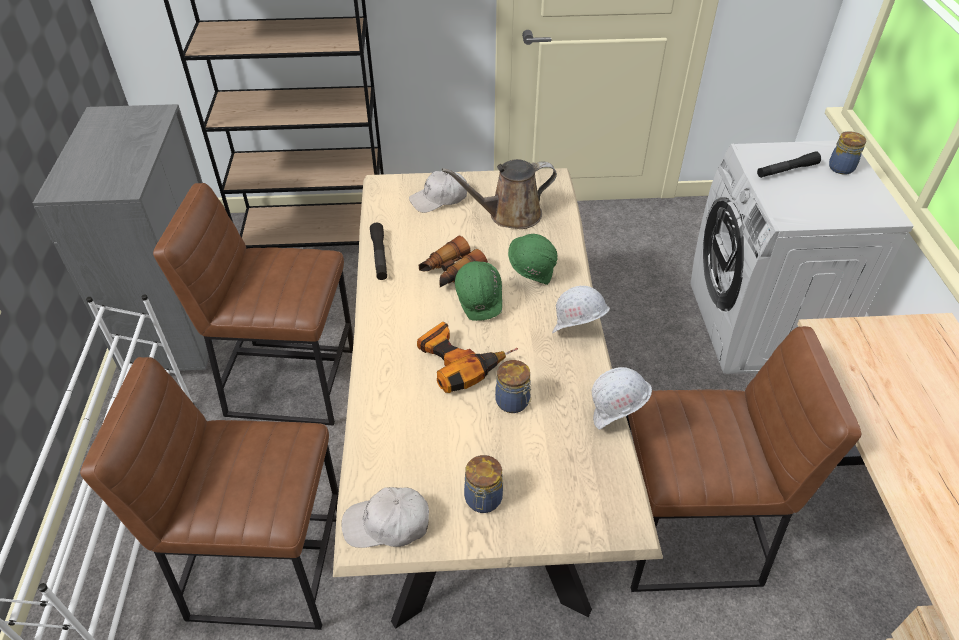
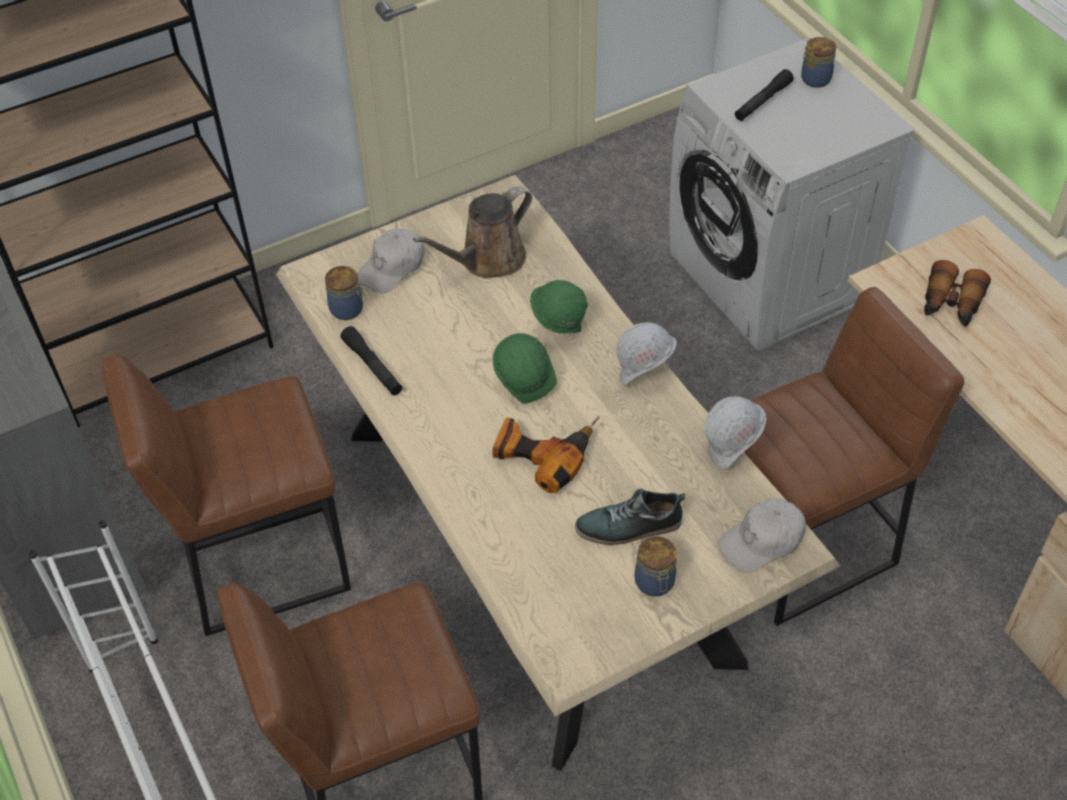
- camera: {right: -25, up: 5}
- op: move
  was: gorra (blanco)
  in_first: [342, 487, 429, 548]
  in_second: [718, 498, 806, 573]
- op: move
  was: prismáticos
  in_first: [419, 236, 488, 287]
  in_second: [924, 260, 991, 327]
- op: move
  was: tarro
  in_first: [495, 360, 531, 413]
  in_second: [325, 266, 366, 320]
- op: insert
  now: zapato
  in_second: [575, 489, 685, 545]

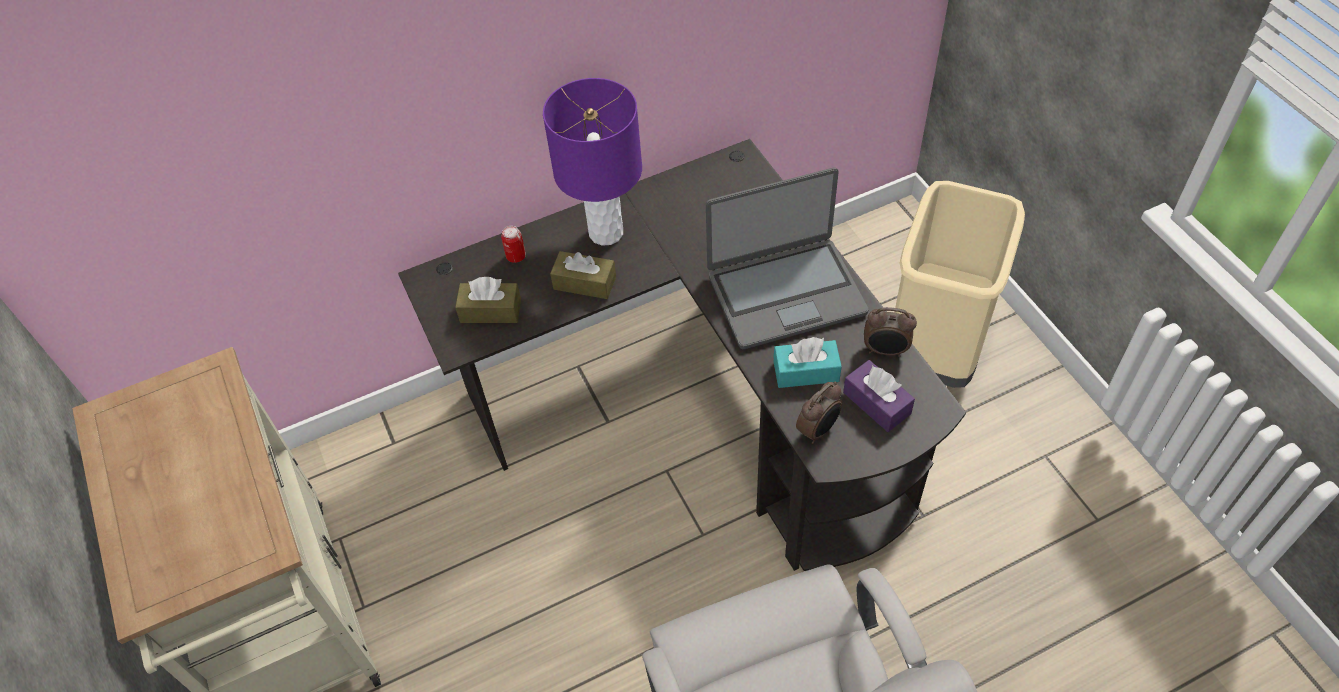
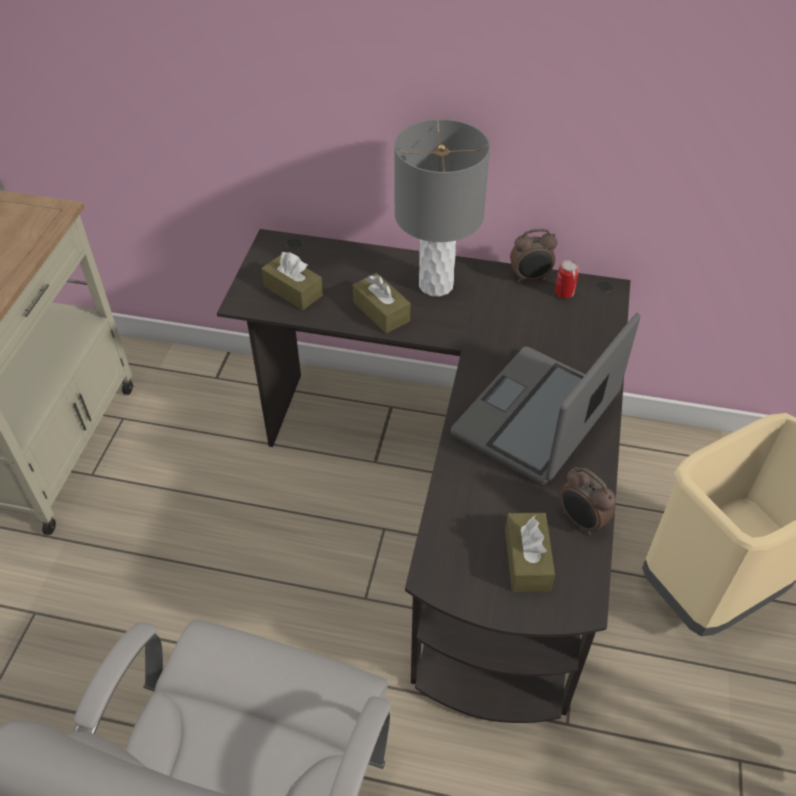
- camera: {right: 35, up: -5}
- op: move
  was: lata
  in_first: [501, 226, 526, 263]
  in_second: [555, 260, 579, 298]
- op: recolor
  was: lámpara de mesa (morado)
  now: lámpara de mesa (gris)
  in_first: [543, 78, 642, 246]
  in_second: [394, 119, 490, 297]
- op: rotate
  was: portátil
  in_first: [706, 168, 869, 349]
  in_second: [451, 313, 640, 485]
  clockwise: 105
- op: delete
  was: caja de pañuelos (turquesa)
  in_first: [774, 337, 842, 388]
- op: move
  was: despertador
  in_first: [796, 381, 842, 444]
  in_second: [510, 229, 557, 282]
- op: recolor
  was: caja de pañuelos (morado)
  now: caja de pañuelos (marrón)
  in_first: [843, 360, 915, 432]
  in_second: [505, 513, 555, 592]

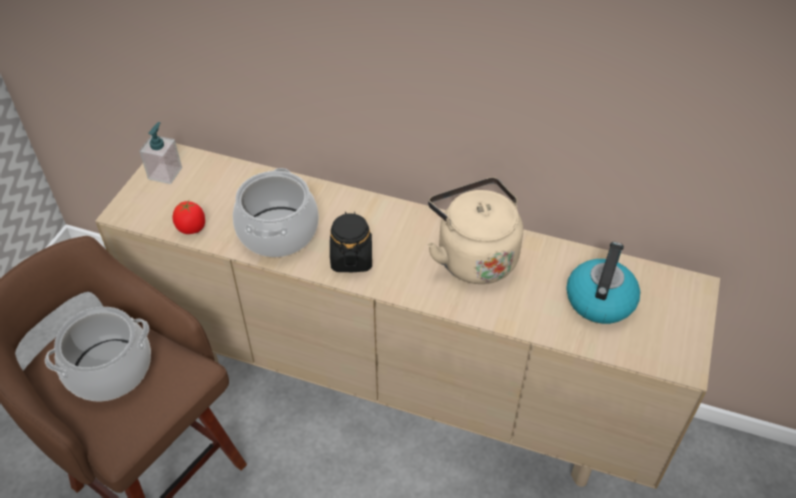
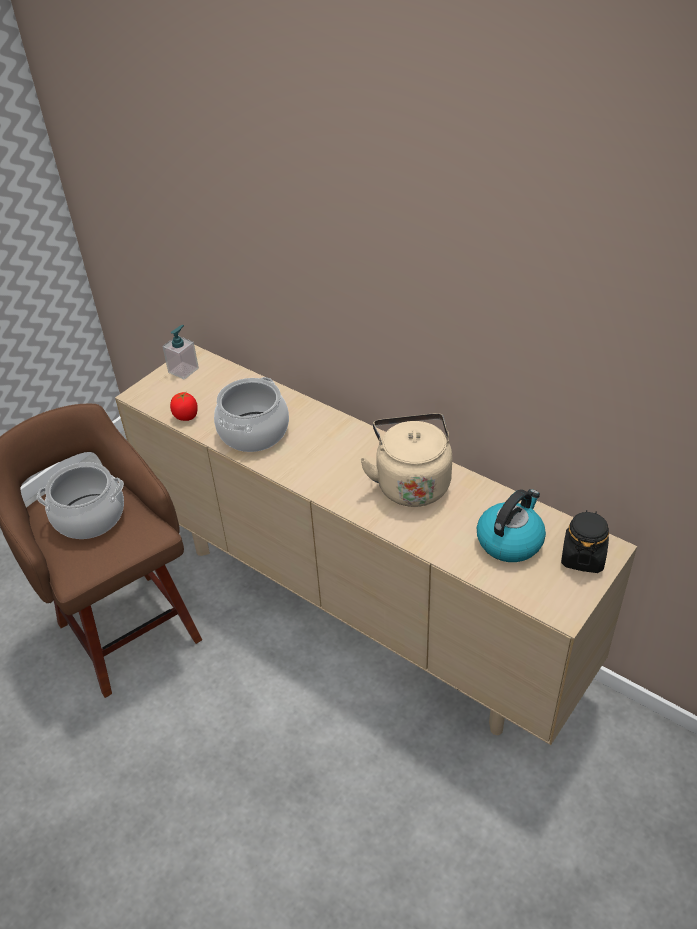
- camera: {right: 20, up: -5}
- op: move
  was: tarro (negro)
  in_first: [330, 212, 372, 272]
  in_second: [561, 510, 609, 573]

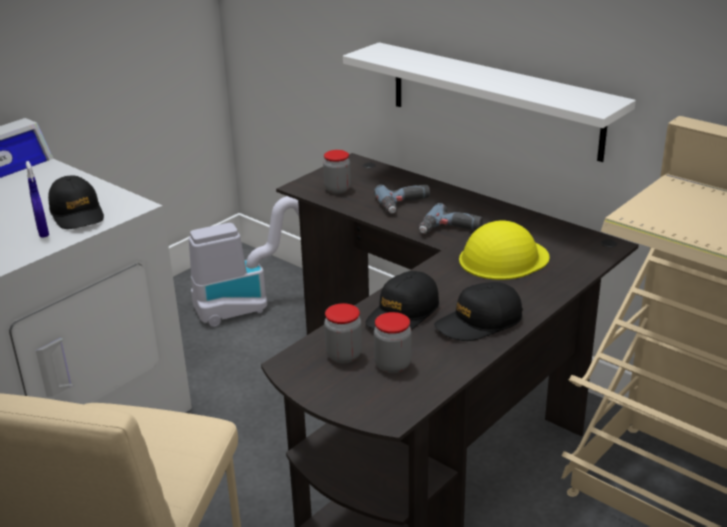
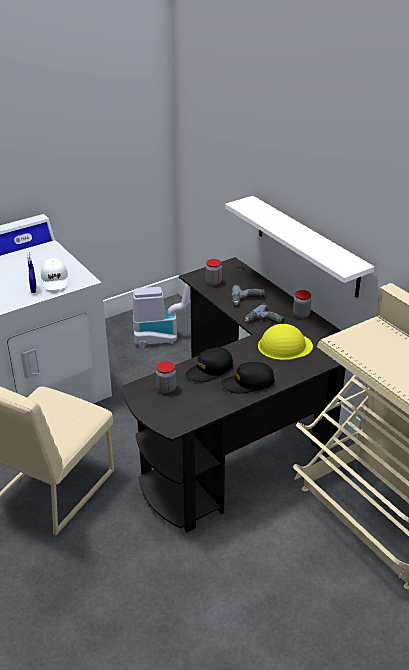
- camera: {right: 15, up: 5}
- op: recolor
  was: gorra (negro)
  now: gorra (blanco)
  in_first: [48, 175, 104, 229]
  in_second: [41, 258, 68, 290]
- op: move
  was: tarro
  in_first: [374, 312, 411, 373]
  in_second: [293, 290, 312, 319]

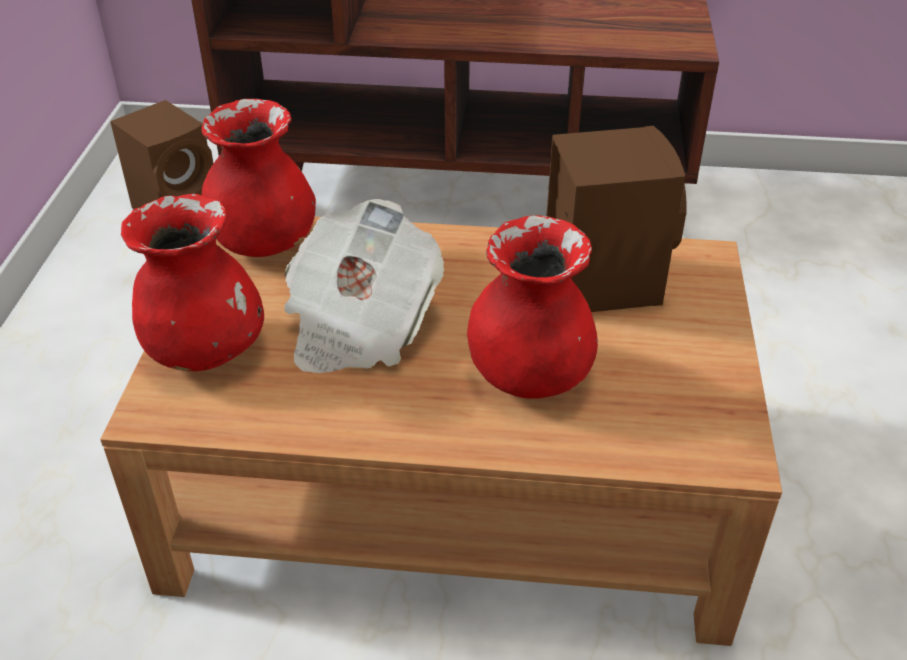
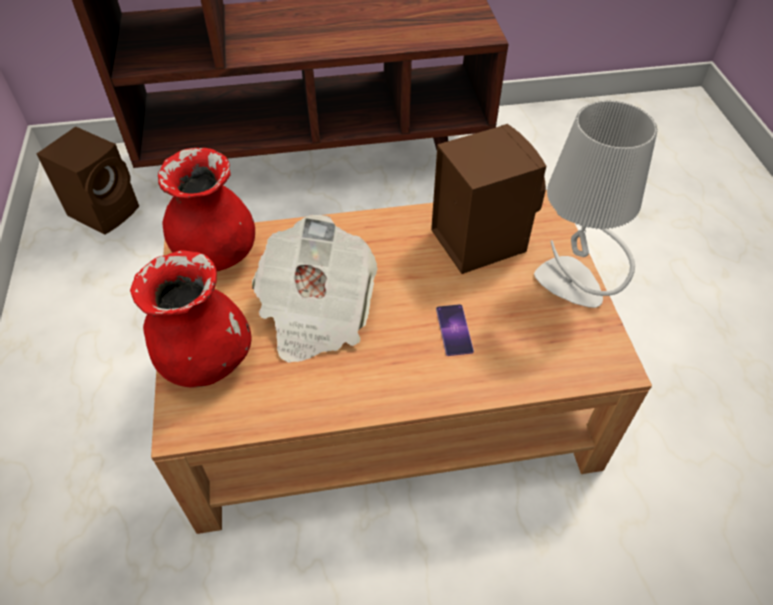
- camera: {right: -15, up: 10}
- op: replace
  was: florero (rojo)
  now: móvil
  in_first: [467, 215, 598, 399]
  in_second: [436, 304, 474, 356]
- op: insert
  now: lámpara de mesa (gris)
  in_second: [534, 100, 657, 308]

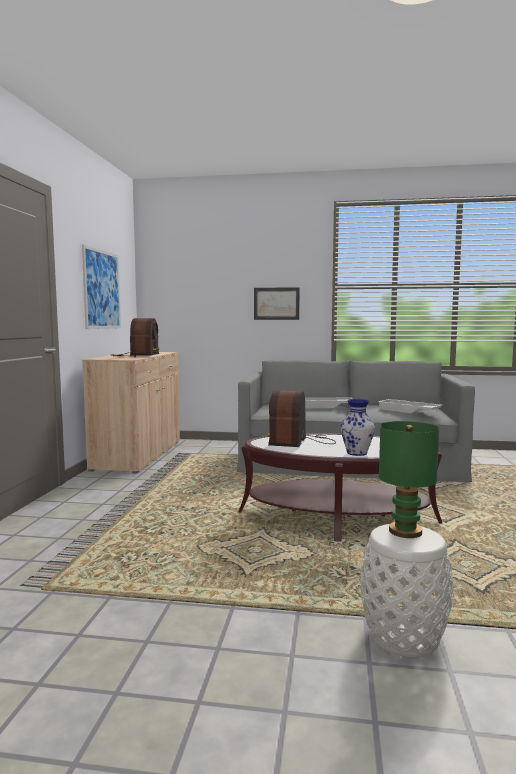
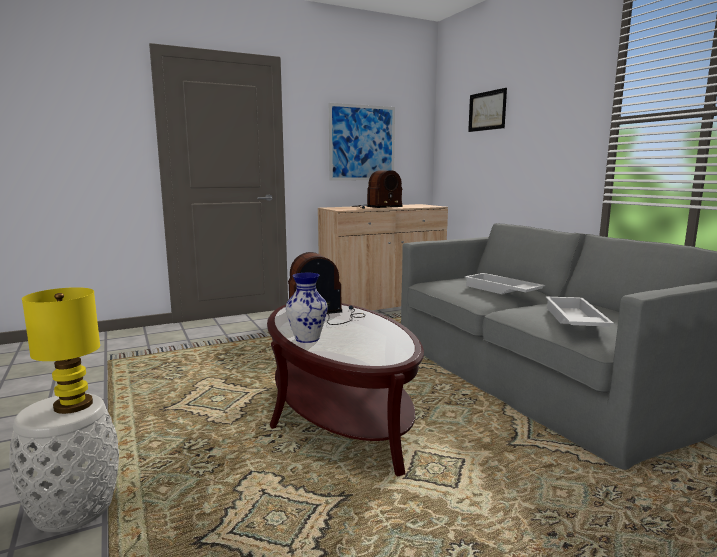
- camera: {right: 55, up: 5}
- op: move
  was: cuadro
  in_first: [254, 287, 300, 320]
  in_second: [468, 88, 507, 132]
- op: recolor
  was: lámpara de mesa (verde)
  now: lámpara de mesa (amarillo)
  in_first: [379, 421, 439, 538]
  in_second: [22, 287, 100, 414]

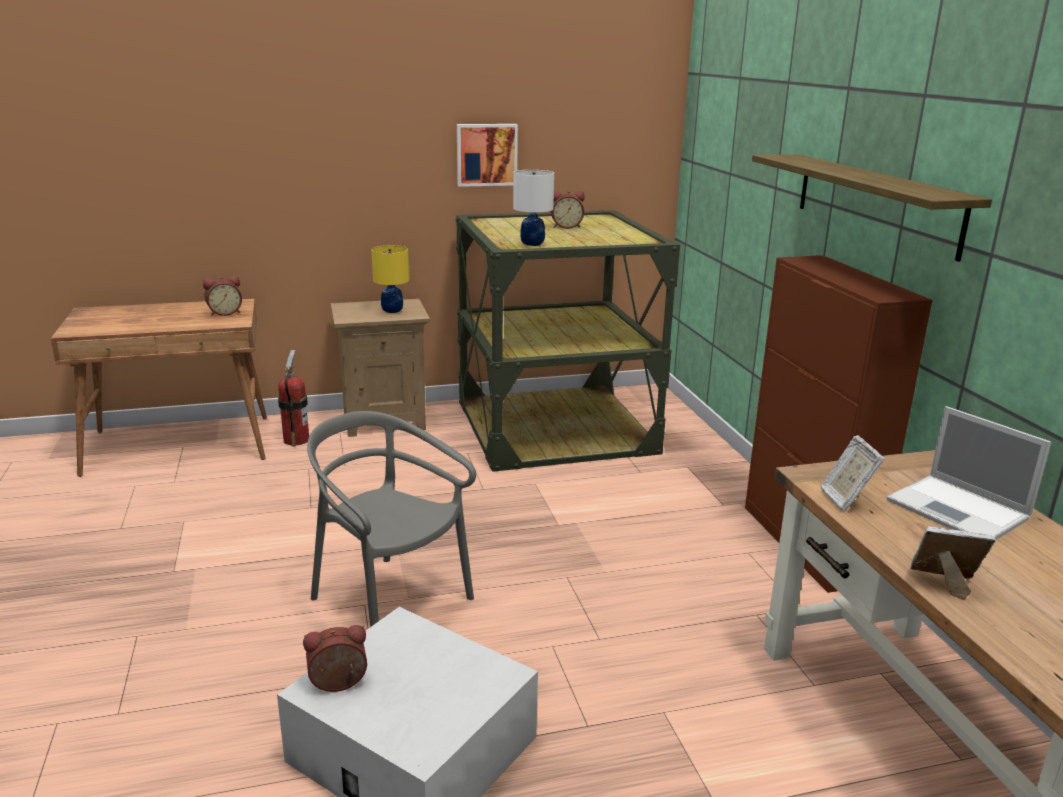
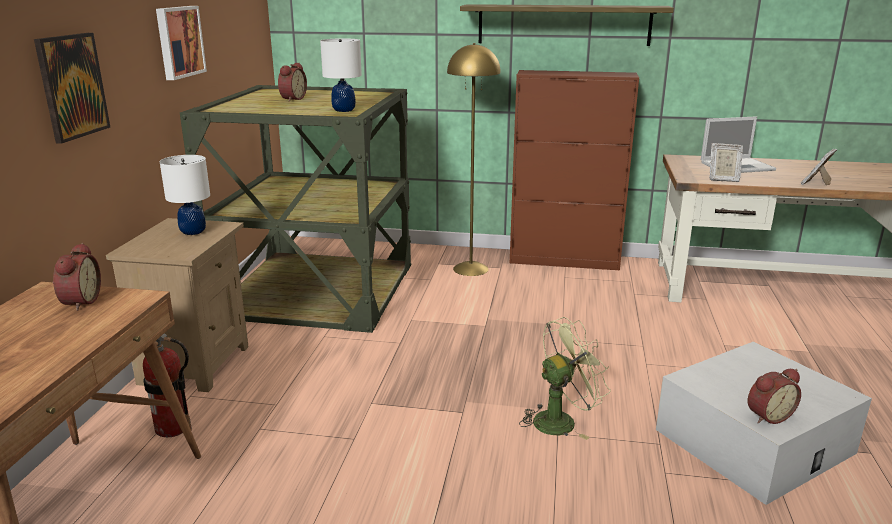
- camera: {right: -65, up: 0}
- op: rotate
  was: despertador
  in_first: [303, 625, 367, 692]
  in_second: [748, 369, 801, 424]
  clockwise: -120
- op: replace
  was: silla (gris)
  now: ventilador (verde)
  in_first: [307, 411, 476, 627]
  in_second: [519, 317, 611, 440]
- op: recolor
  was: lámpara de mesa (amarillo)
  now: lámpara de mesa (blanco)
  in_first: [371, 245, 409, 313]
  in_second: [160, 155, 210, 235]
- op: insert
  now: cuadro
  in_second: [34, 33, 110, 144]
- op: insert
  now: lámpara de pie (amarillo)
  in_second: [447, 43, 501, 276]

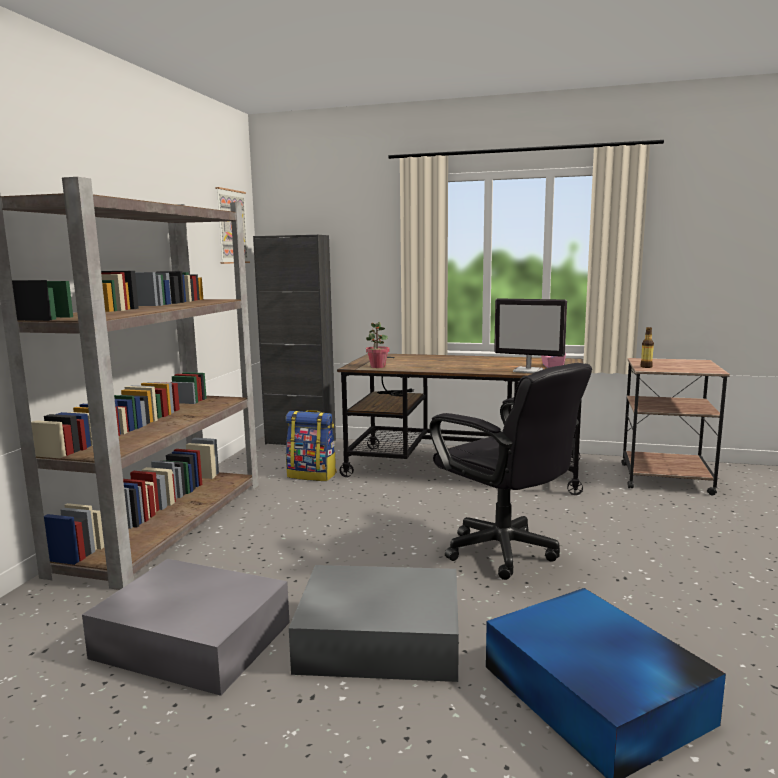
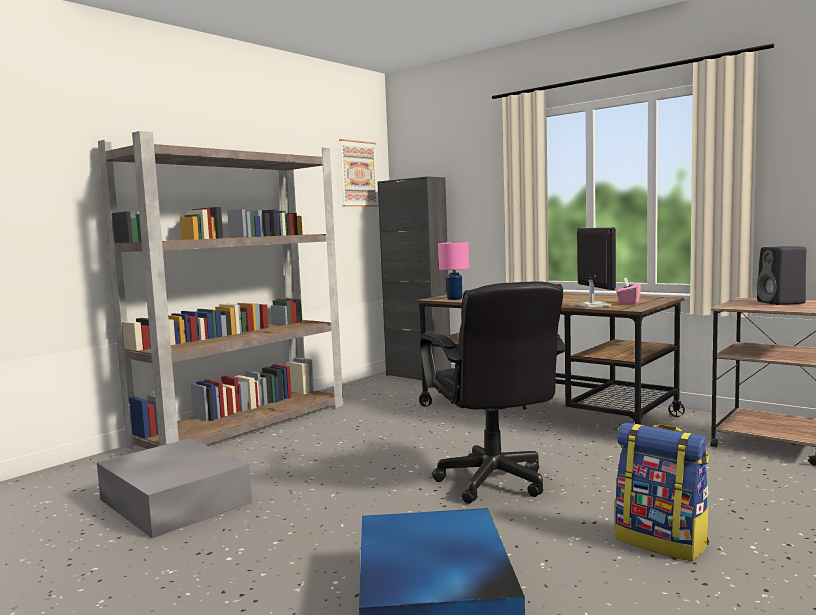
- camera: {right: 25, up: -5}
- op: move
  was: mochila
  in_first: [286, 410, 337, 481]
  in_second: [615, 423, 709, 562]
- op: delete
  was: caja de almacenaje (gris)
  in_first: [289, 565, 459, 682]
- op: replace
  was: planta en maceta
  now: lámpara de mesa (rosa)
  in_first: [366, 321, 390, 368]
  in_second: [438, 242, 469, 300]
- op: rotate
  was: monitor
  in_first: [494, 298, 567, 373]
  in_second: [575, 227, 616, 308]
  clockwise: -150
- op: delete
  was: botella
  in_first: [640, 327, 654, 368]
- op: insert
  now: altavoz (negro)
  in_second: [756, 246, 806, 305]

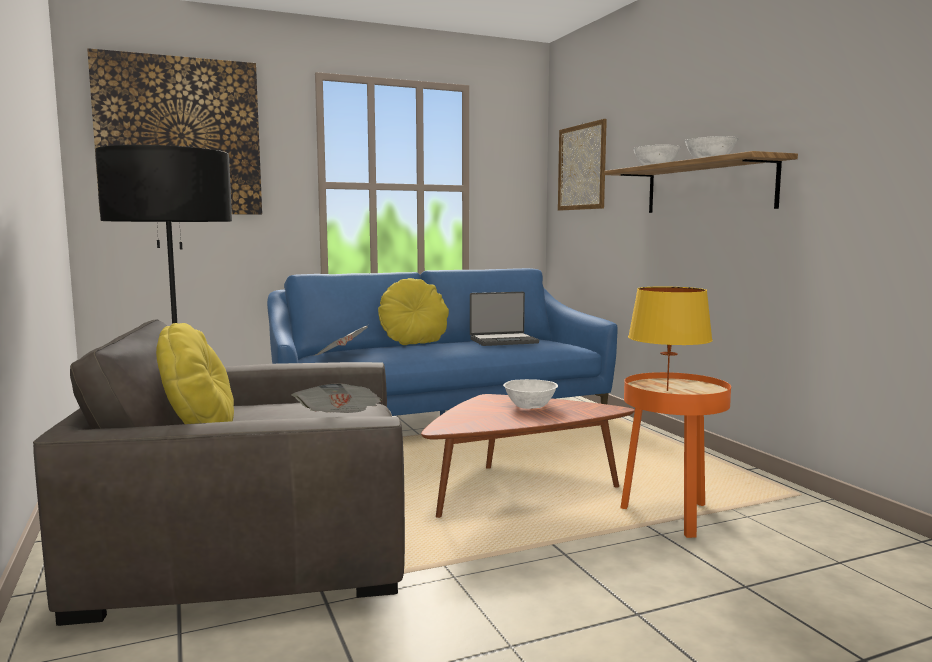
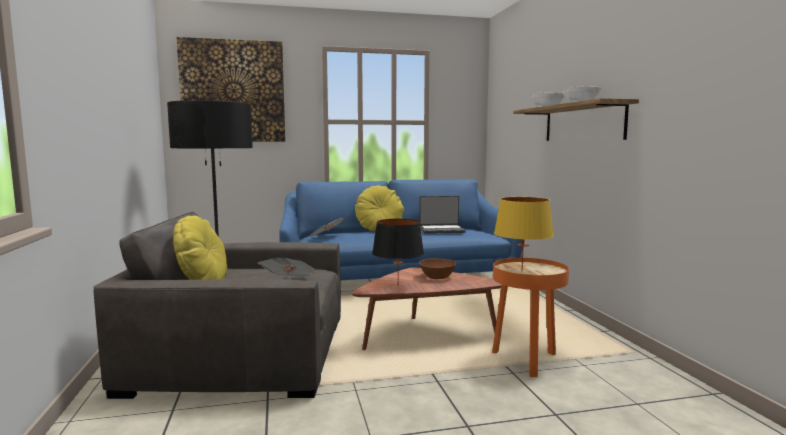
- camera: {right: 10, up: 0}
- op: recolor
  was: cuenco (blanco)
  now: cuenco (marrón)
  in_first: [503, 379, 558, 409]
  in_second: [419, 259, 457, 279]
- op: delete
  was: cuadro
  in_first: [558, 119, 607, 211]
- op: insert
  now: lámpara de mesa (negro)
  in_second: [372, 219, 424, 282]

